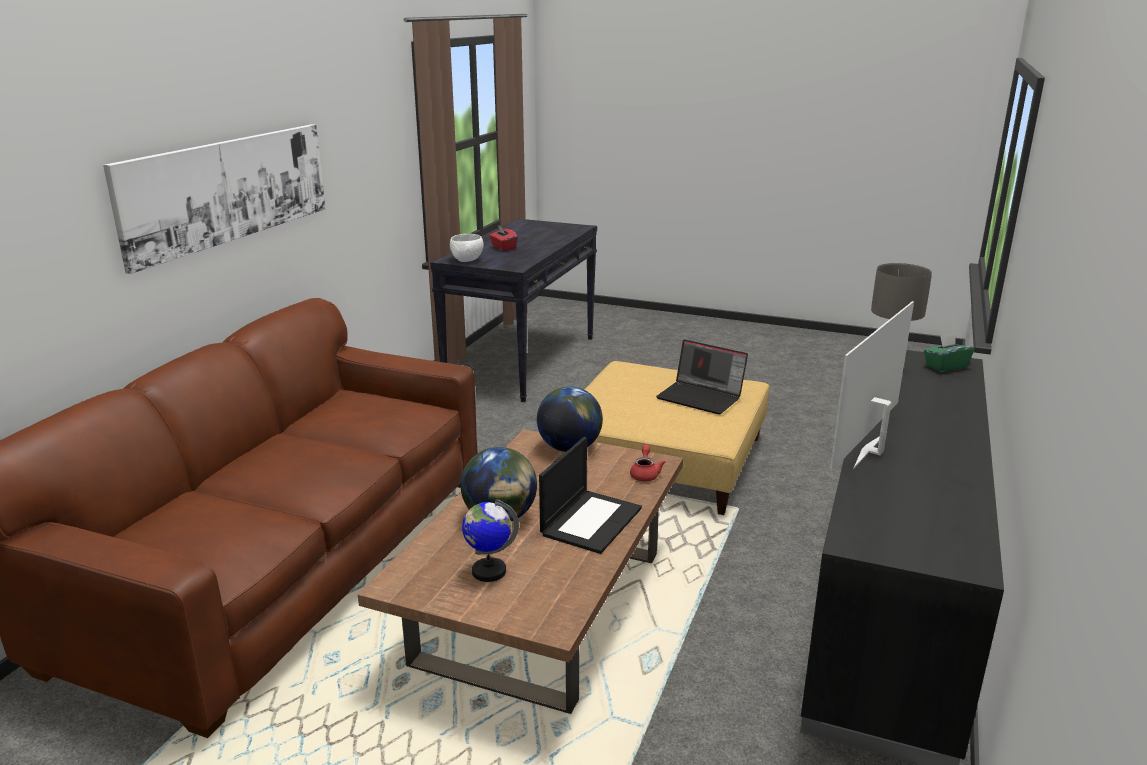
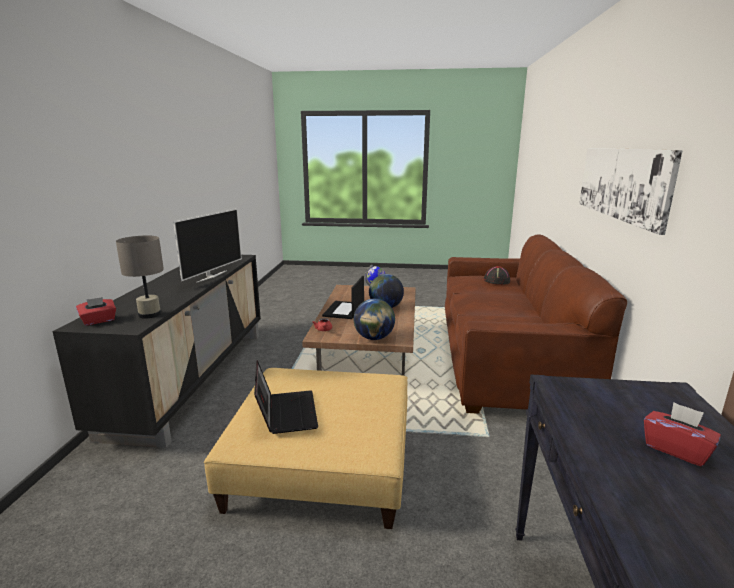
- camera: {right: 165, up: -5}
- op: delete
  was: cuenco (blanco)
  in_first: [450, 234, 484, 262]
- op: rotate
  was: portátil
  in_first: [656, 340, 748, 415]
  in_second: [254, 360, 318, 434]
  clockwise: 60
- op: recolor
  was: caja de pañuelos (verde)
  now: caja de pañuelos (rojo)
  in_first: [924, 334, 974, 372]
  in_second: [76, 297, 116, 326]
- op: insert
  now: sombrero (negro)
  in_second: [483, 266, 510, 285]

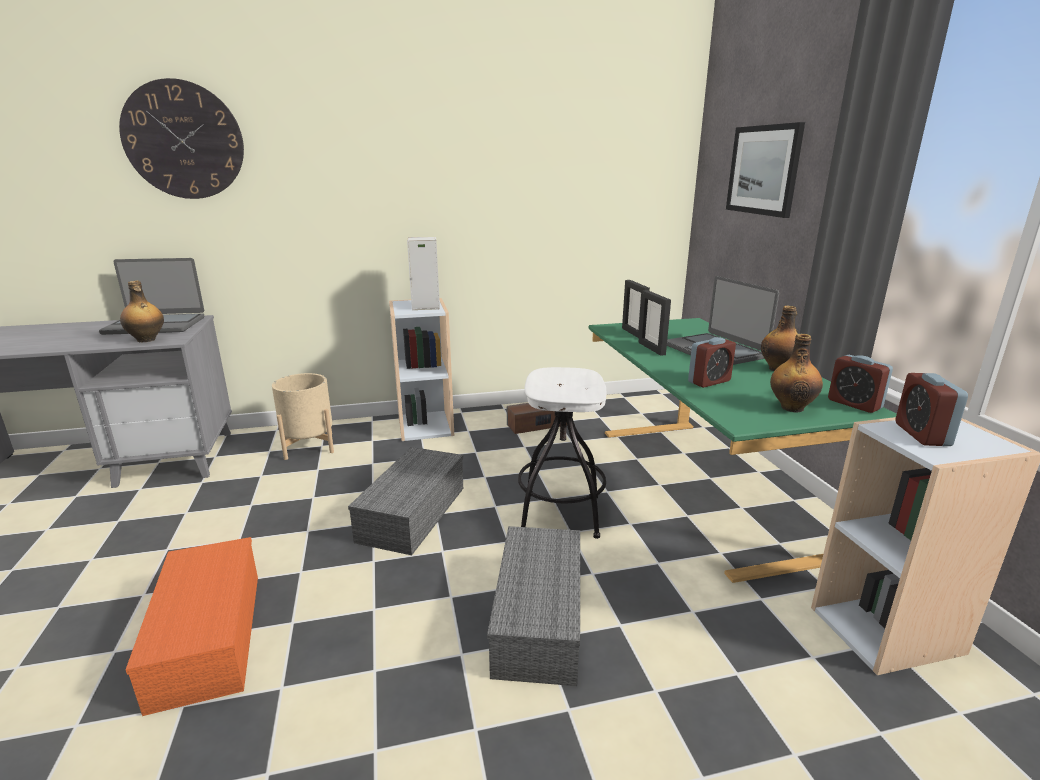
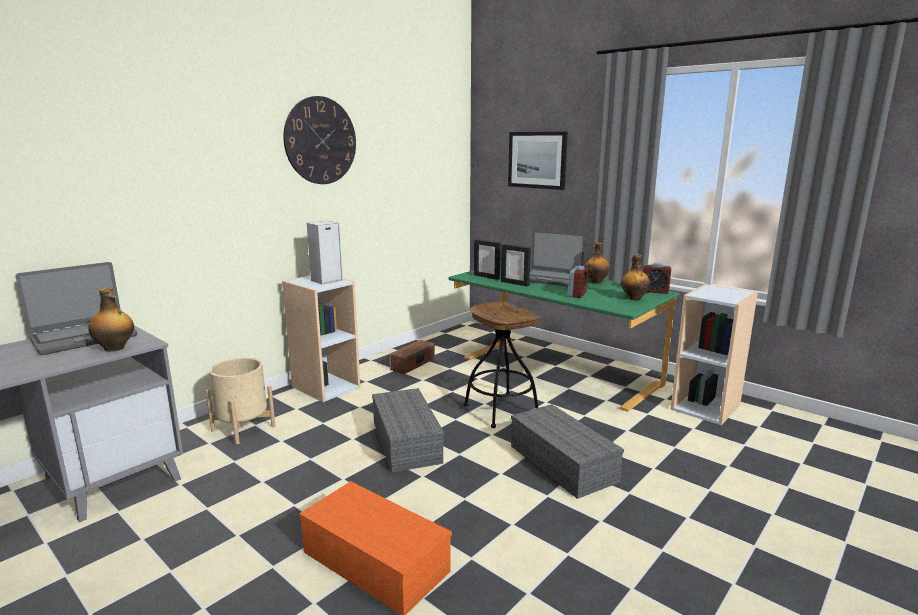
- camera: {right: -35, up: -5}
- op: move
  was: reloj de pared
  in_first: [119, 78, 244, 199]
  in_second: [283, 96, 356, 184]
- op: recolor
  was: taburete (blanco)
  now: taburete (marrón)
  in_first: [518, 367, 606, 539]
  in_second: [464, 302, 540, 428]
- op: delete
  was: despertador
  in_first: [895, 373, 968, 446]

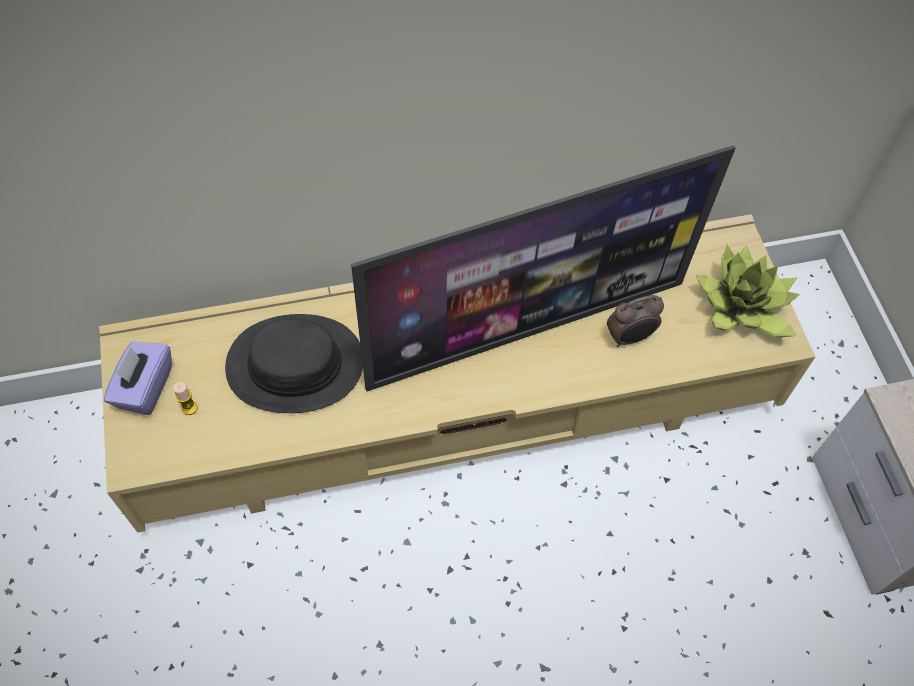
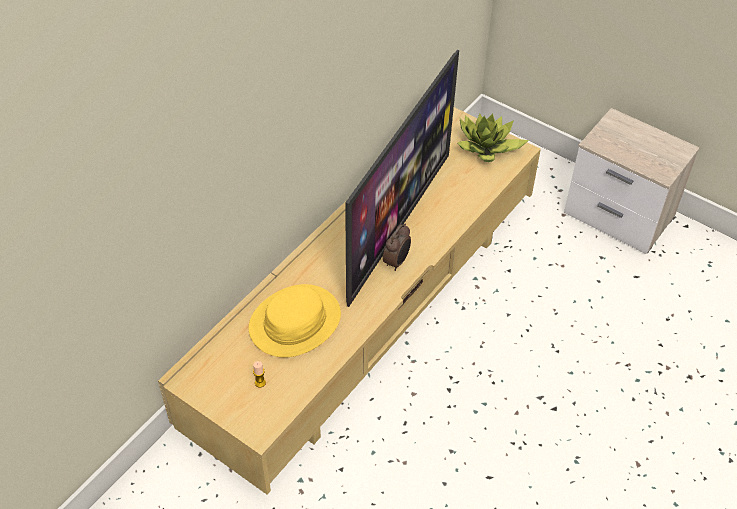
- camera: {right: -40, up: -10}
- op: delete
  was: caja de pañuelos (morado)
  in_first: [104, 341, 172, 415]
- op: recolor
  was: sombrero (negro)
  now: sombrero (amarillo)
  in_first: [225, 314, 363, 413]
  in_second: [248, 284, 341, 357]
- op: move
  was: despertador
  in_first: [607, 295, 664, 347]
  in_second: [383, 224, 411, 271]

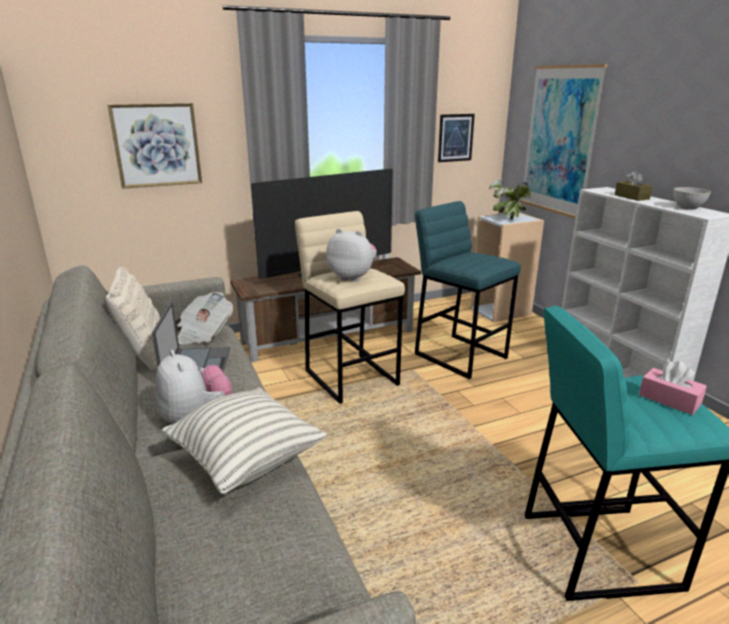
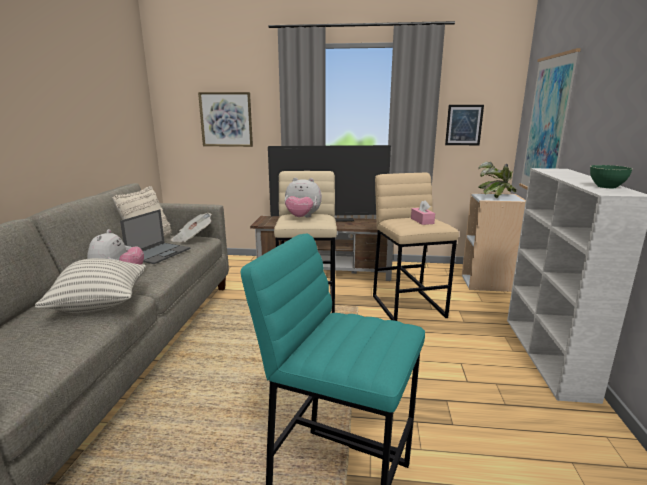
- camera: {right: 30, up: -5}
- op: rotate
  was: peluche
  in_first: [326, 228, 377, 282]
  in_second: [284, 178, 322, 218]
  clockwise: 135
- op: recolor
  was: taburete (turquesa)
  now: taburete (beis)
  in_first: [415, 201, 521, 379]
  in_second: [373, 173, 459, 321]
- op: delete
  was: caja de pañuelos (marrón)
  in_first: [615, 171, 652, 201]
- op: move
  was: caja de pañuelos (rosa)
  in_first: [639, 361, 707, 415]
  in_second: [411, 200, 435, 225]
- op: recolor
  was: cuenco (gris)
  now: cuenco (verde)
  in_first: [674, 187, 711, 210]
  in_second: [590, 165, 633, 188]

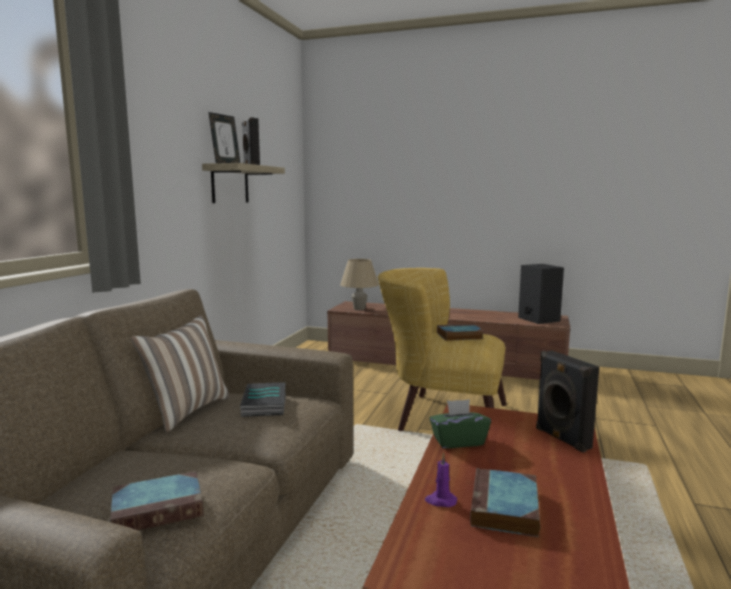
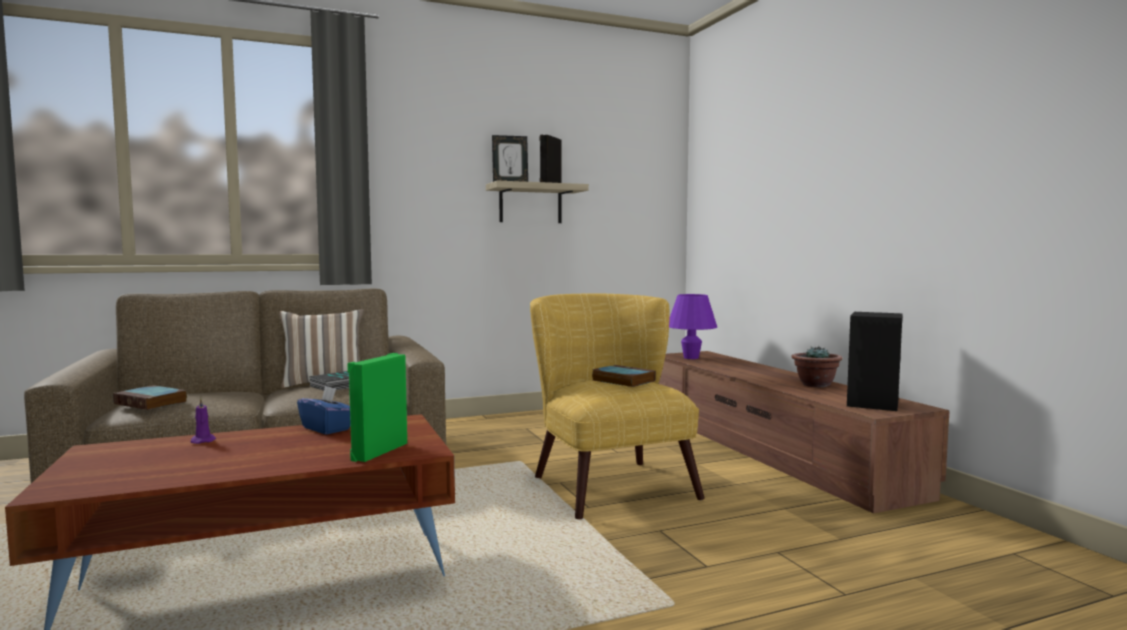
- camera: {right: 50, up: -5}
- op: recolor
  was: lámpara de mesa (beis)
  now: lámpara de mesa (morado)
  in_first: [340, 259, 379, 310]
  in_second: [669, 294, 717, 359]
- op: recolor
  was: caja de pañuelos (verde)
  now: caja de pañuelos (azul)
  in_first: [429, 399, 491, 448]
  in_second: [297, 385, 351, 435]
- op: delete
  was: libro
  in_first: [470, 468, 540, 537]
- op: recolor
  was: altavoz (negro)
  now: altavoz (verde)
  in_first: [536, 350, 599, 453]
  in_second: [347, 353, 407, 462]
- op: insert
  now: planta en maceta
  in_second: [791, 346, 843, 387]

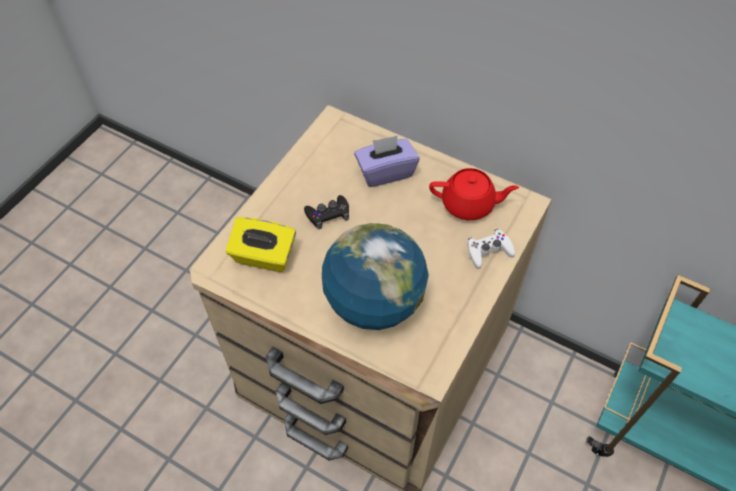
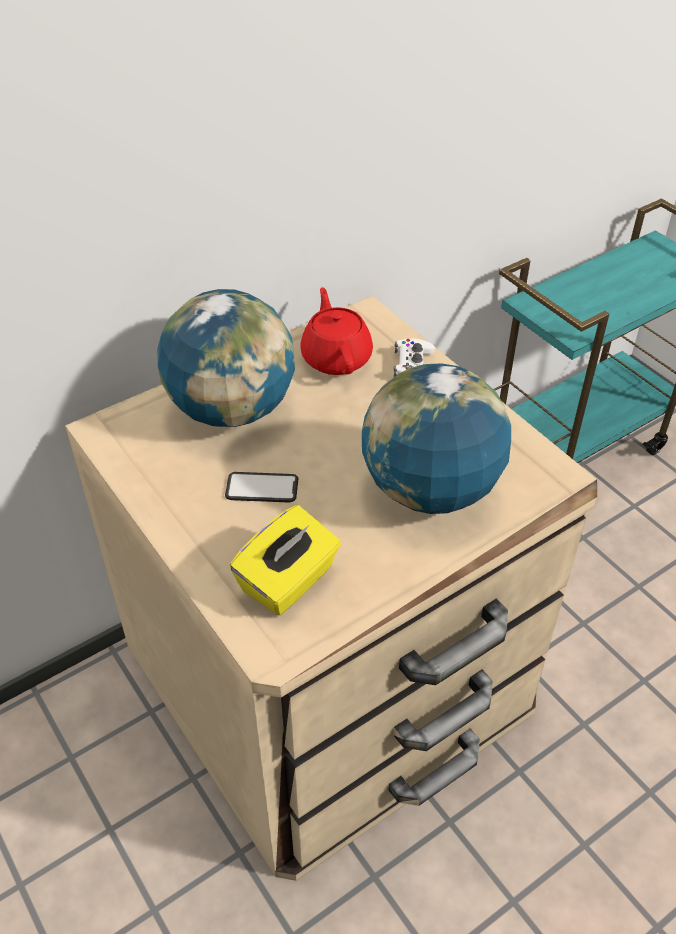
- camera: {right: -65, up: -10}
- op: replace
  was: mando de consola (negro)
  now: móvil
  in_first: [304, 195, 349, 229]
  in_second: [225, 472, 299, 503]
- op: replace
  was: caja de pañuelos (morado)
  now: globo terráqueo
  in_first: [354, 136, 419, 187]
  in_second: [157, 289, 295, 427]
- op: rotate
  was: tetera (rojo)
  in_first: [429, 168, 519, 220]
  in_second: [300, 287, 373, 375]
  clockwise: -45

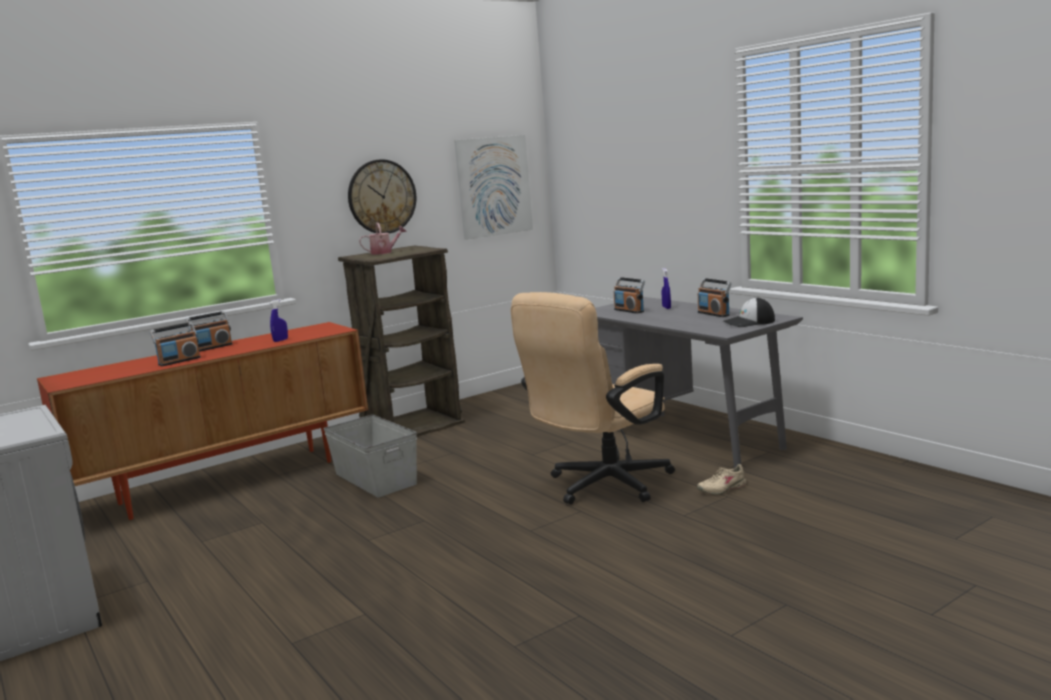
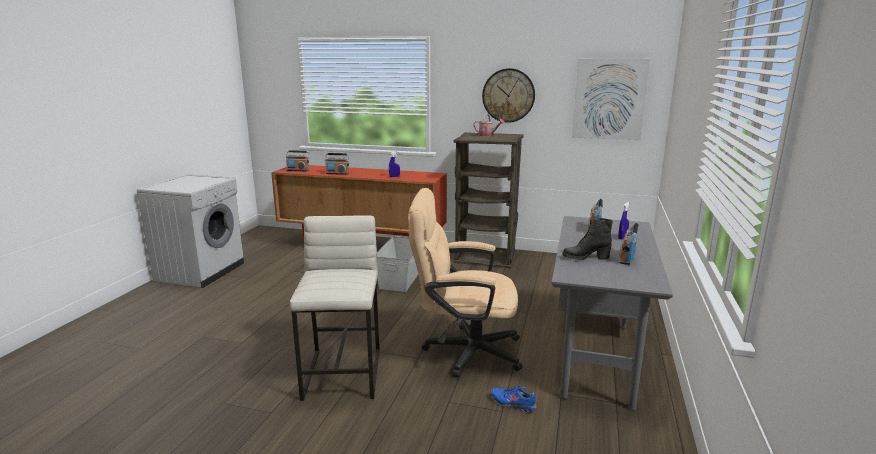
- camera: {right: 50, up: 5}
- op: move
  was: radio
  in_first: [185, 311, 232, 352]
  in_second: [286, 150, 309, 172]
- op: recolor
  was: zapato (beis)
  now: zapato (azul)
  in_first: [697, 464, 746, 495]
  in_second: [491, 385, 537, 412]
- op: delete
  was: gorra
  in_first: [723, 297, 775, 327]
- op: insert
  now: taburete (beis)
  in_second: [290, 215, 380, 401]
- op: insert
  now: bota (negro)
  in_second: [562, 218, 613, 260]

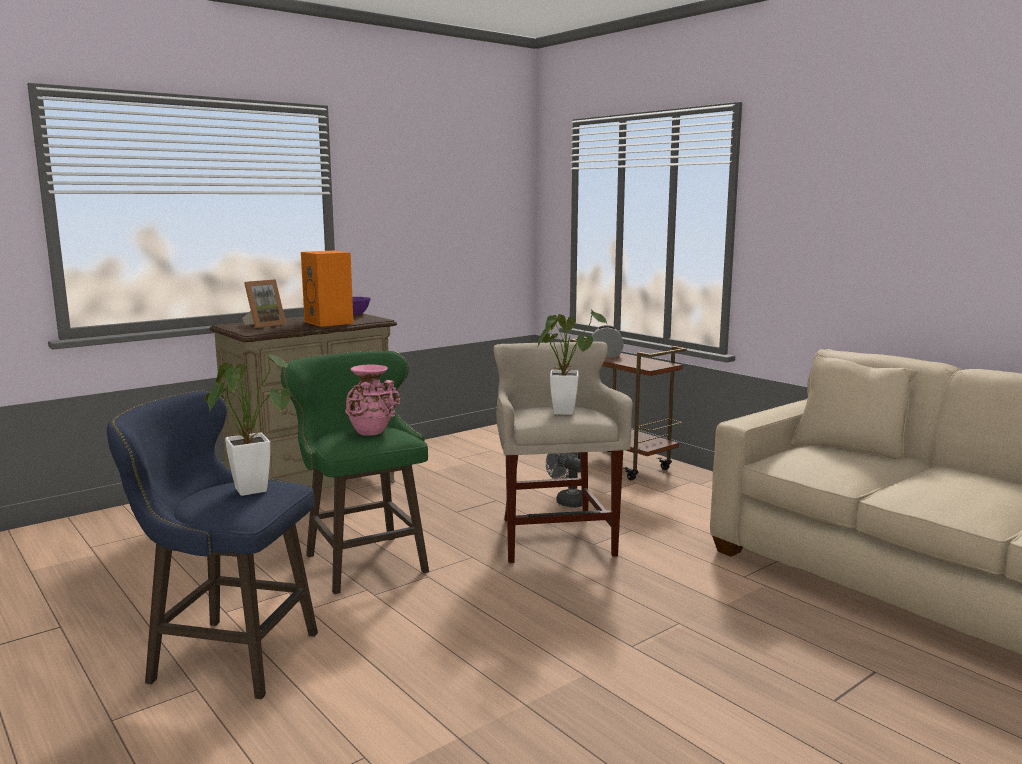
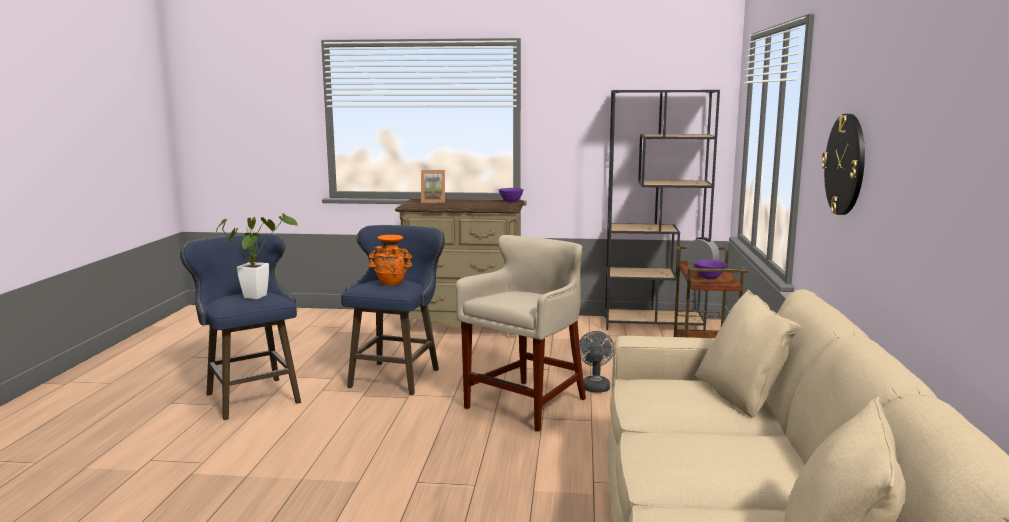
- camera: {right: 45, up: 0}
- op: recolor
  was: taburete (verde)
  now: taburete (azul)
  in_first: [281, 351, 429, 594]
  in_second: [341, 225, 445, 395]
- op: delete
  was: altavoz (naranja)
  in_first: [301, 250, 354, 327]
- op: recolor
  was: florero (rosa)
  now: florero (naranja)
  in_first: [345, 364, 400, 436]
  in_second: [368, 235, 413, 286]
- op: delete
  was: planta en maceta
  in_first: [538, 309, 608, 415]
- op: insert
  now: estantería
  in_second: [605, 90, 720, 330]
- op: insert
  now: cuenco (morado)
  in_second: [693, 260, 727, 279]
- op: insert
  now: reloj de pared
  in_second: [821, 114, 865, 215]

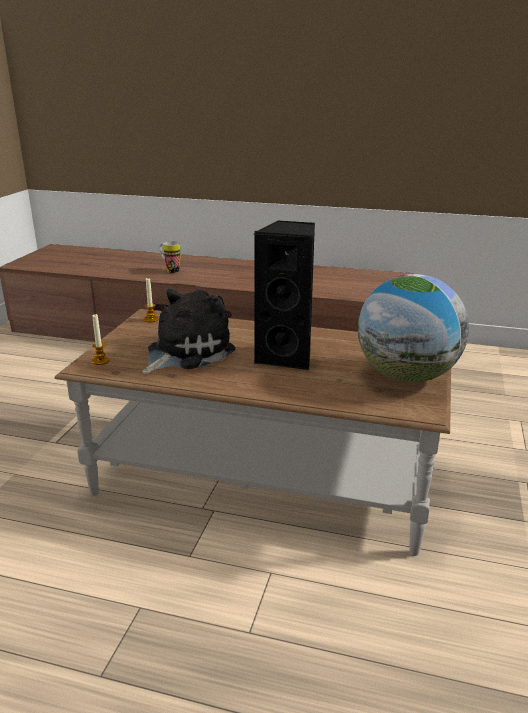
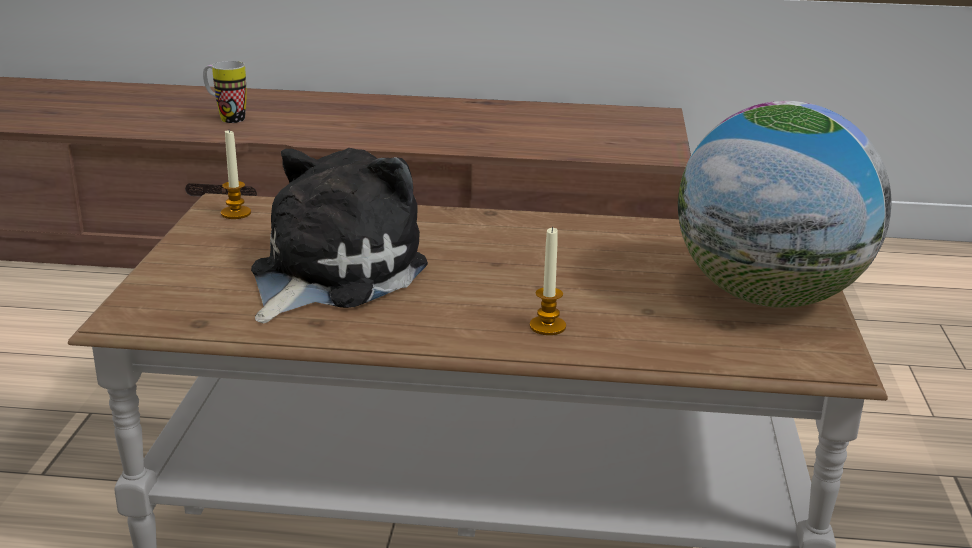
- camera: {right: -10, up: 0}
- op: move
  was: vela
  in_first: [92, 314, 110, 365]
  in_second: [530, 226, 566, 335]
- op: delete
  was: altavoz (negro)
  in_first: [254, 220, 315, 370]

